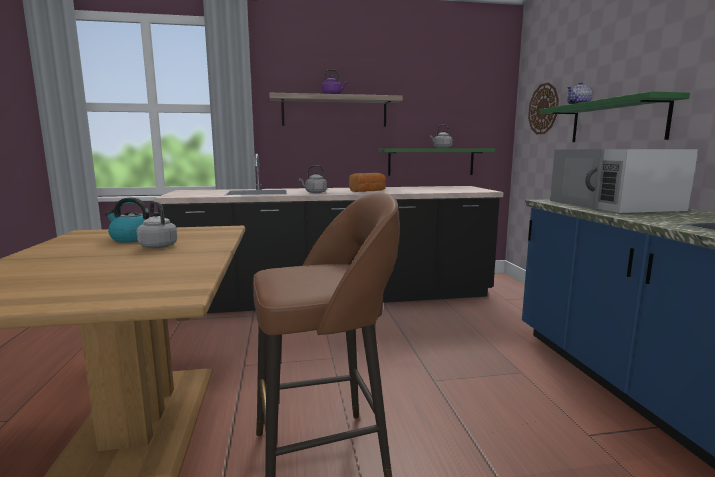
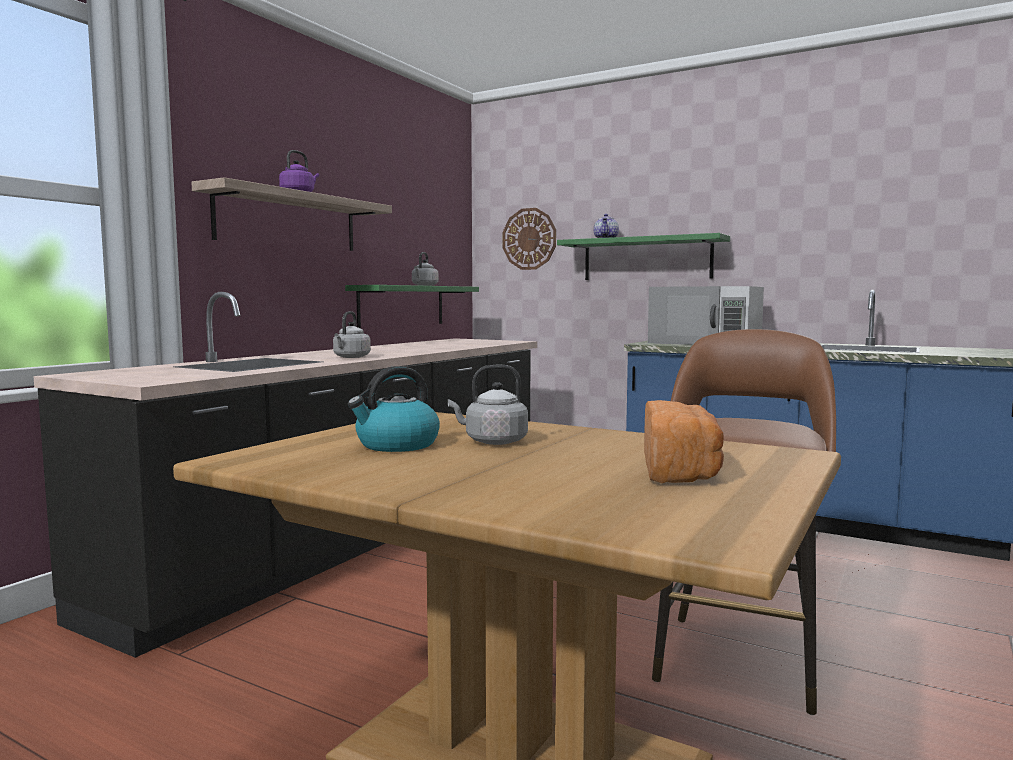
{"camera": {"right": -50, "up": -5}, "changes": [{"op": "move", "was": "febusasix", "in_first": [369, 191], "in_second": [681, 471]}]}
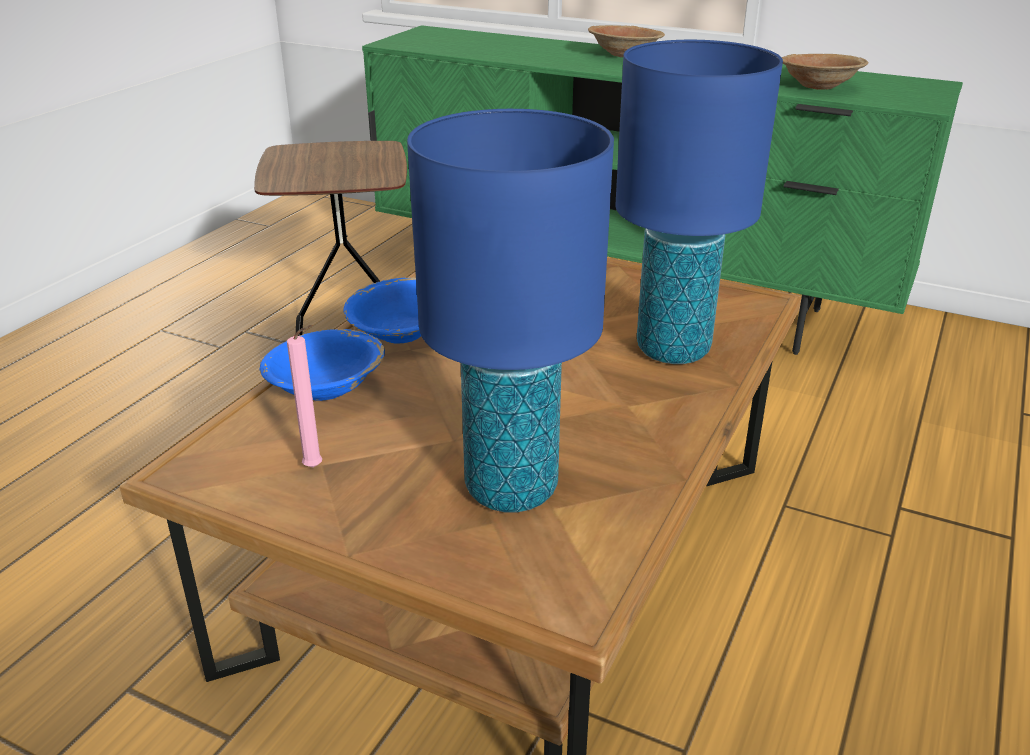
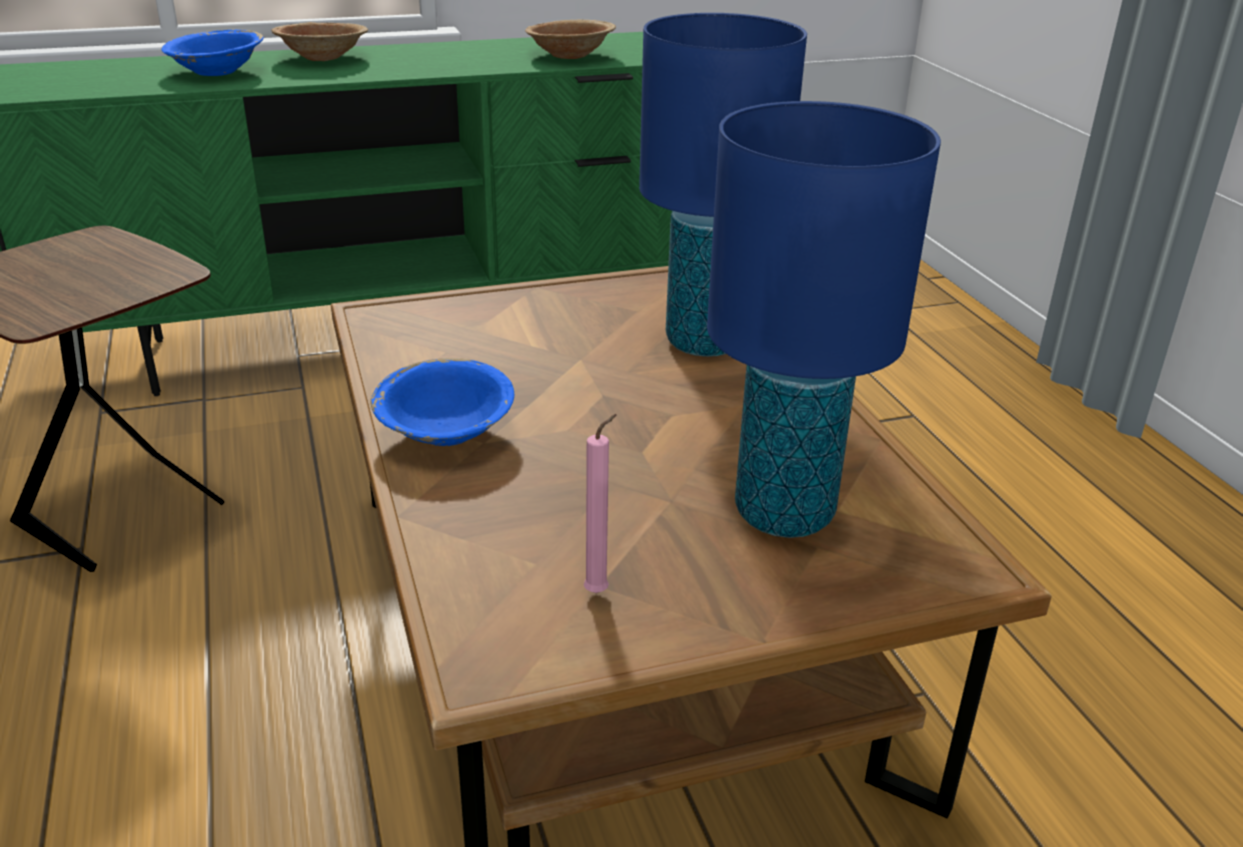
{"camera": {"right": -45, "up": 0}, "changes": [{"op": "move", "was": "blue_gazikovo", "in_first": [326, 389], "in_second": [217, 71]}]}
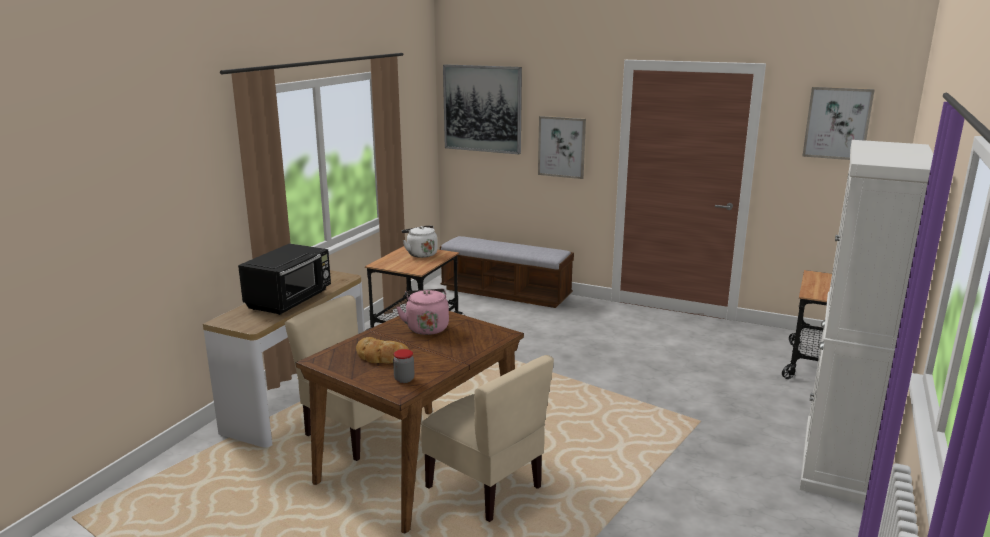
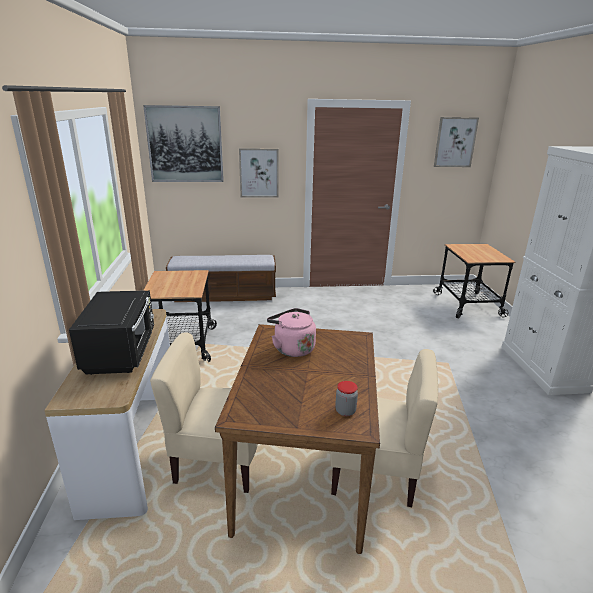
{"camera": {"right": -30, "up": 5}, "changes": [{"op": "delete", "was": "febusasix", "in_first": [381, 356]}, {"op": "delete", "was": "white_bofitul", "in_first": [420, 254]}]}
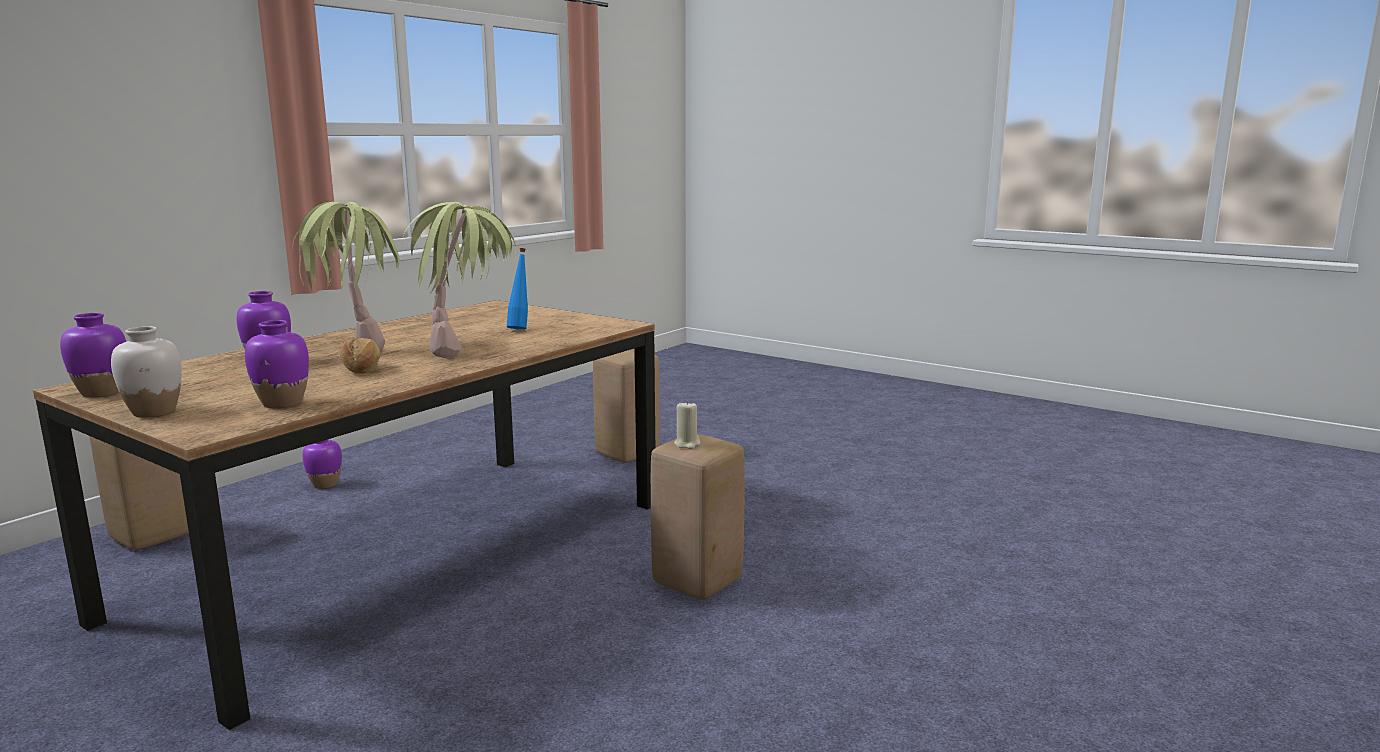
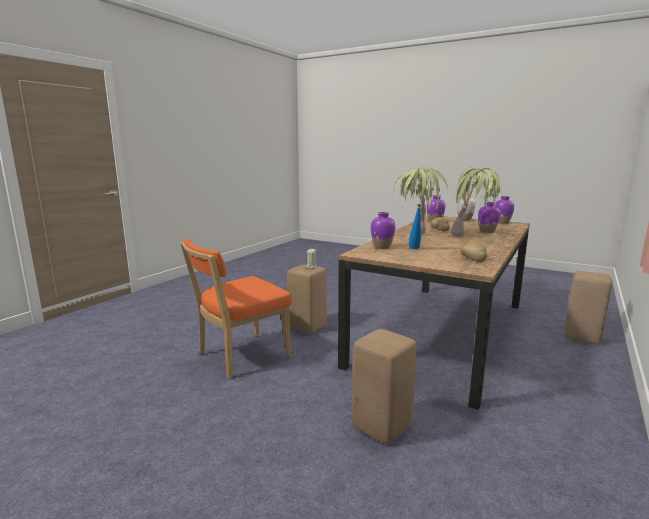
{"camera": {"right": 175, "up": 0}, "changes": [{"op": "insert", "now": "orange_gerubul", "in_second": [240, 356]}, {"op": "insert", "now": "febusasix", "in_second": [473, 258]}, {"op": "move", "was": "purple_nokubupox", "in_first": [325, 484], "in_second": [382, 247]}]}
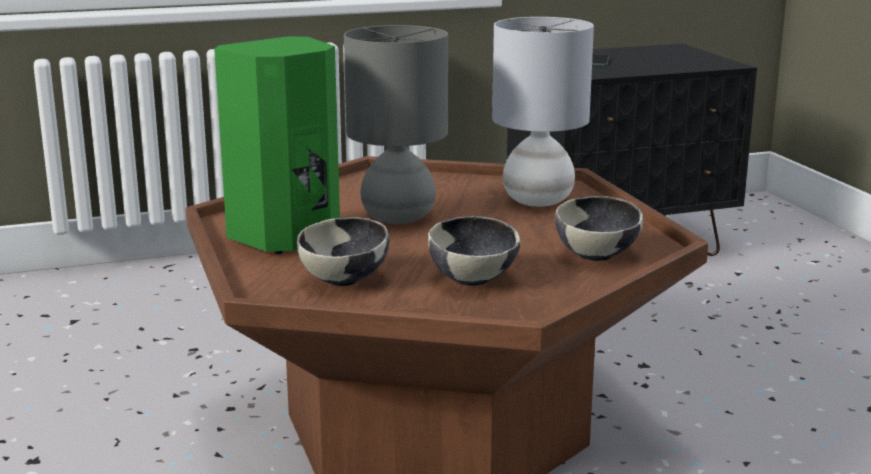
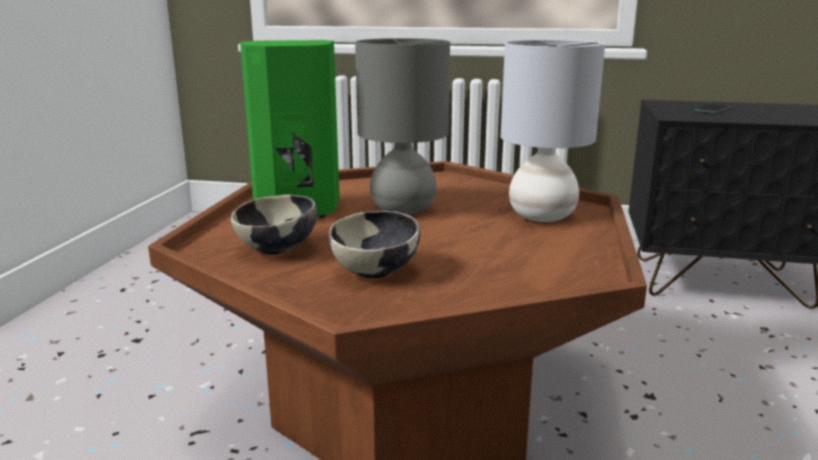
{"camera": {"right": 30, "up": 0}, "changes": [{"op": "delete", "was": "gazikovo", "in_first": [597, 255]}]}
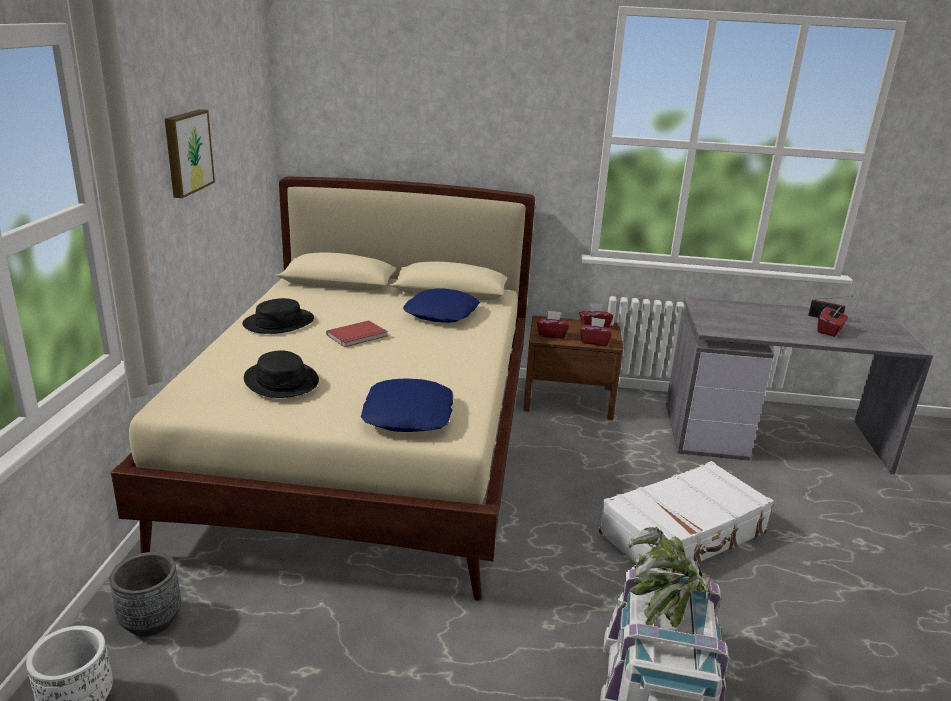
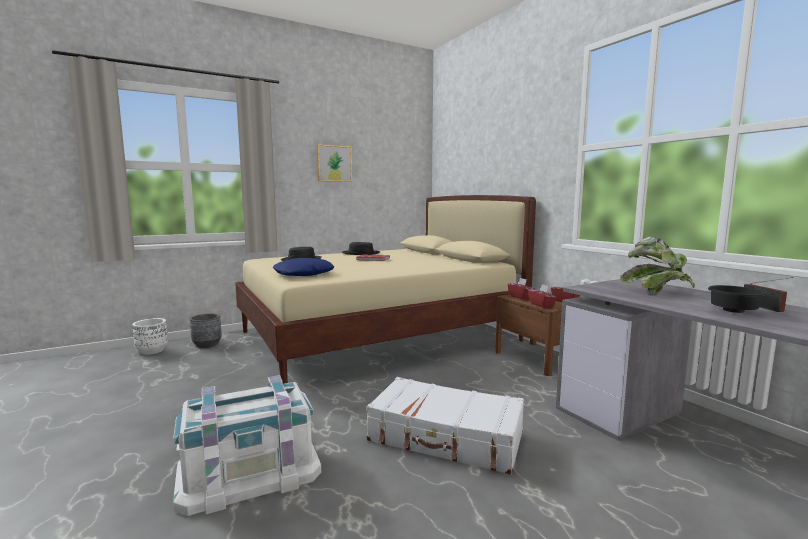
{"camera": {"right": 55, "up": -15}, "changes": [{"op": "delete", "was": "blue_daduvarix", "in_first": [442, 314]}, {"op": "move", "was": "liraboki", "in_first": [665, 607], "in_second": [657, 291]}, {"op": "replace", "was": "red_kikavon", "now": "black_gazikovo", "in_first": [830, 331], "in_second": [733, 311]}]}
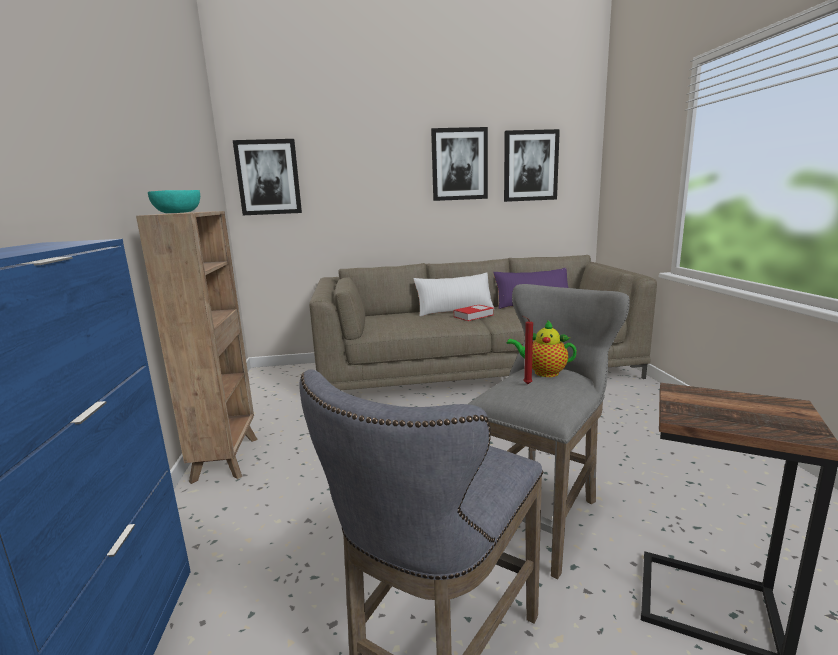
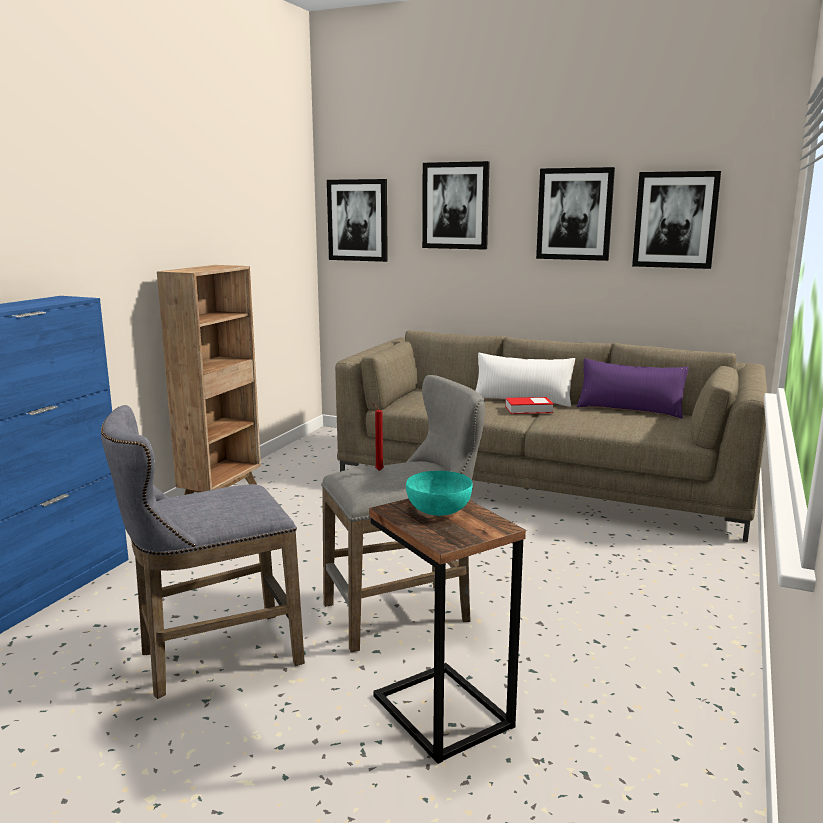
{"camera": {"right": 30, "up": 0}, "changes": [{"op": "delete", "was": "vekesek", "in_first": [543, 372]}, {"op": "insert", "now": "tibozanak", "in_second": [455, 205]}, {"op": "move", "was": "turquoise_gazikovo", "in_first": [178, 213], "in_second": [439, 510]}]}
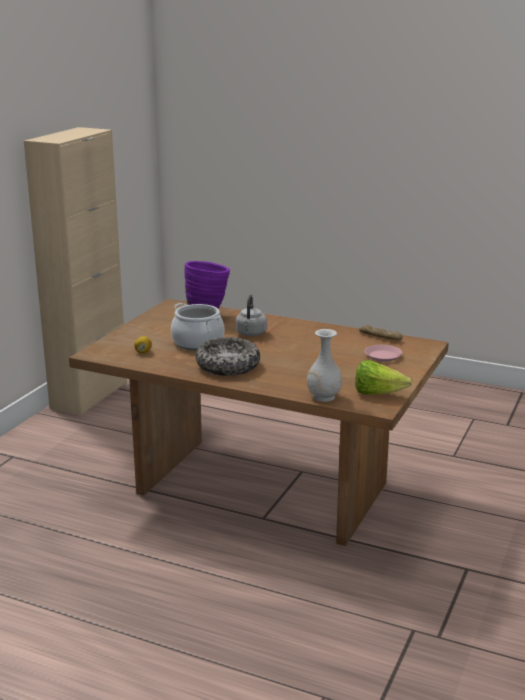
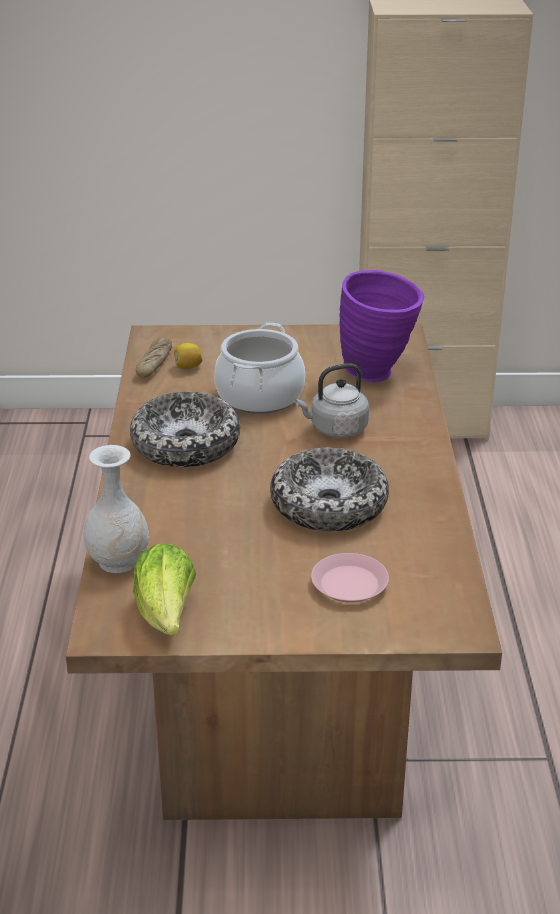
{"camera": {"right": 65, "up": 10}, "changes": [{"op": "insert", "now": "gazikovo", "in_second": [328, 505]}, {"op": "move", "was": "febusasix", "in_first": [380, 337], "in_second": [154, 363]}]}
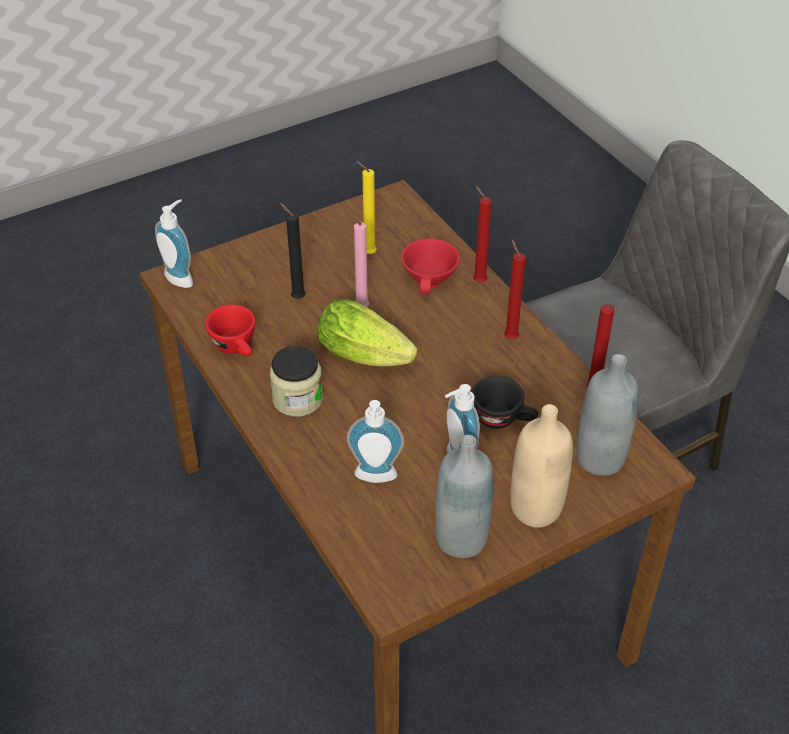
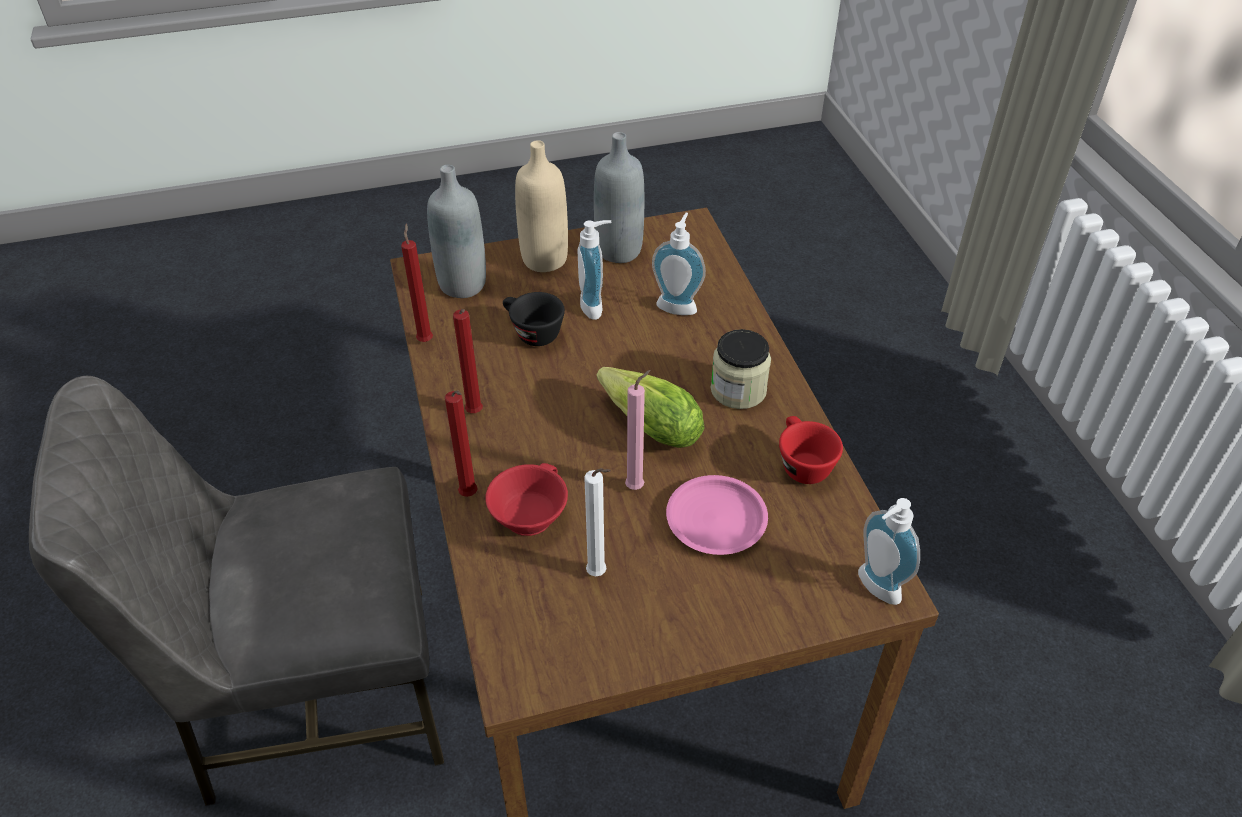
{"camera": {"right": -165, "up": 0}, "changes": [{"op": "replace", "was": "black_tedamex", "now": "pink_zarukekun", "in_first": [296, 297], "in_second": [716, 520]}, {"op": "recolor", "was": "yellow_tedamex", "now": "white_tedamex", "in_first": [367, 253], "in_second": [599, 574]}]}
